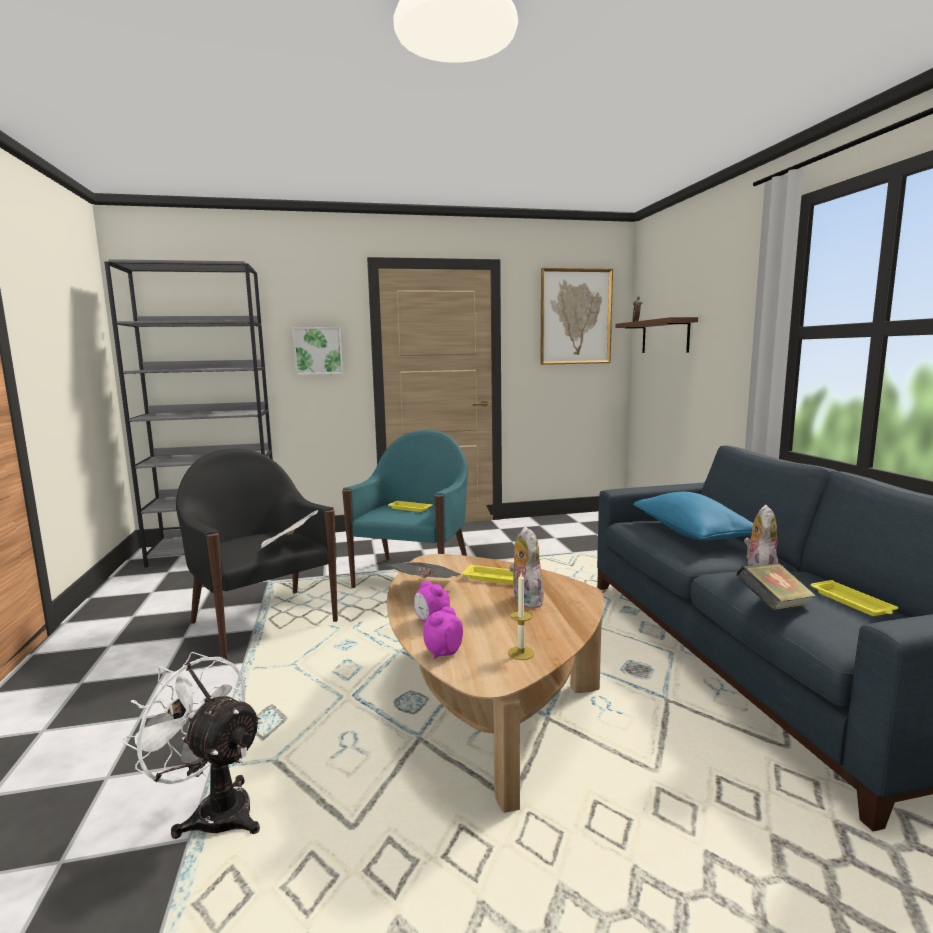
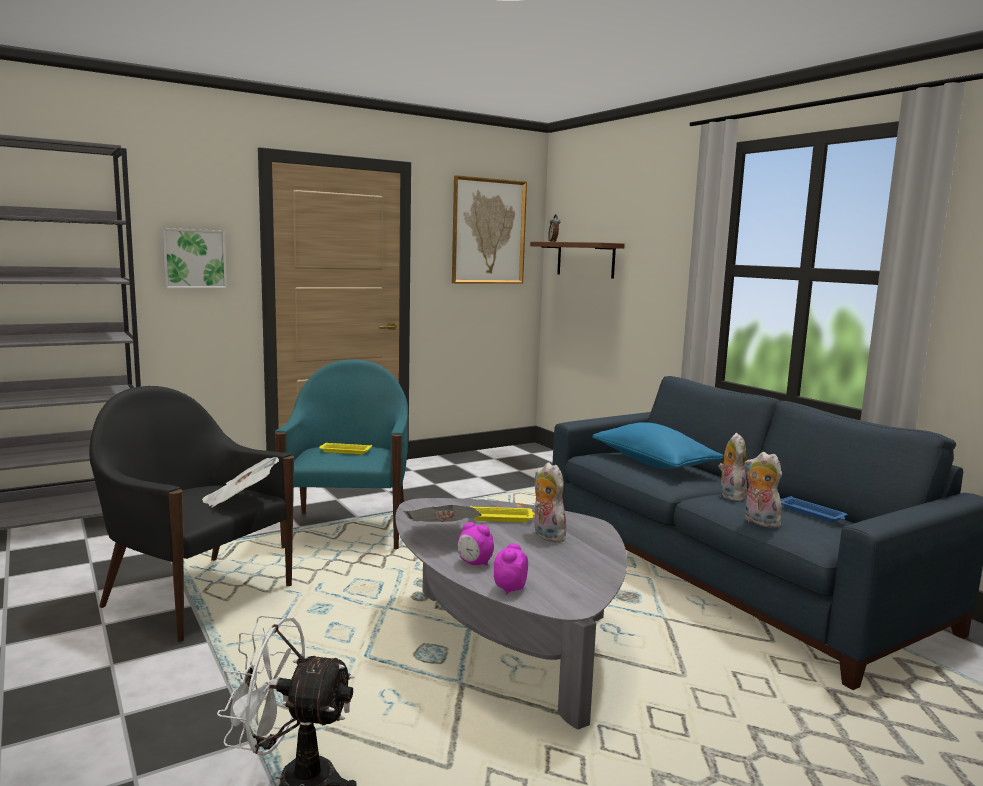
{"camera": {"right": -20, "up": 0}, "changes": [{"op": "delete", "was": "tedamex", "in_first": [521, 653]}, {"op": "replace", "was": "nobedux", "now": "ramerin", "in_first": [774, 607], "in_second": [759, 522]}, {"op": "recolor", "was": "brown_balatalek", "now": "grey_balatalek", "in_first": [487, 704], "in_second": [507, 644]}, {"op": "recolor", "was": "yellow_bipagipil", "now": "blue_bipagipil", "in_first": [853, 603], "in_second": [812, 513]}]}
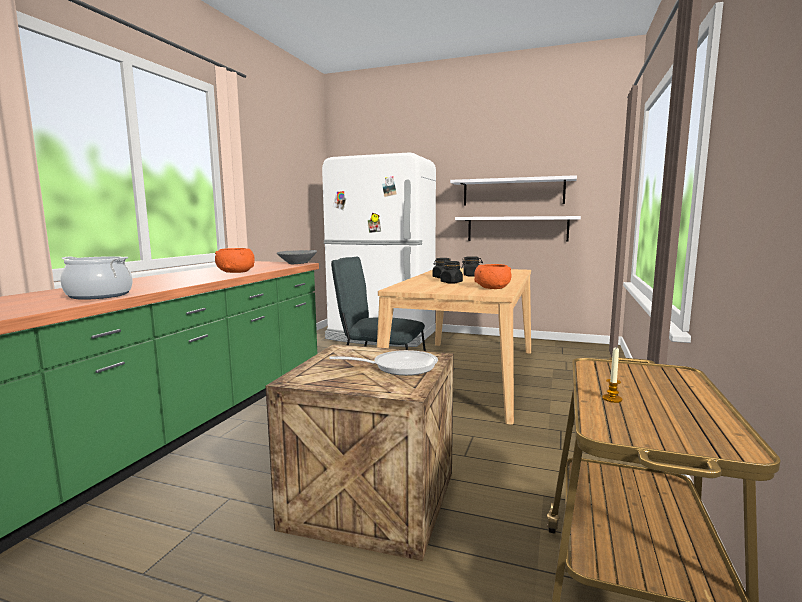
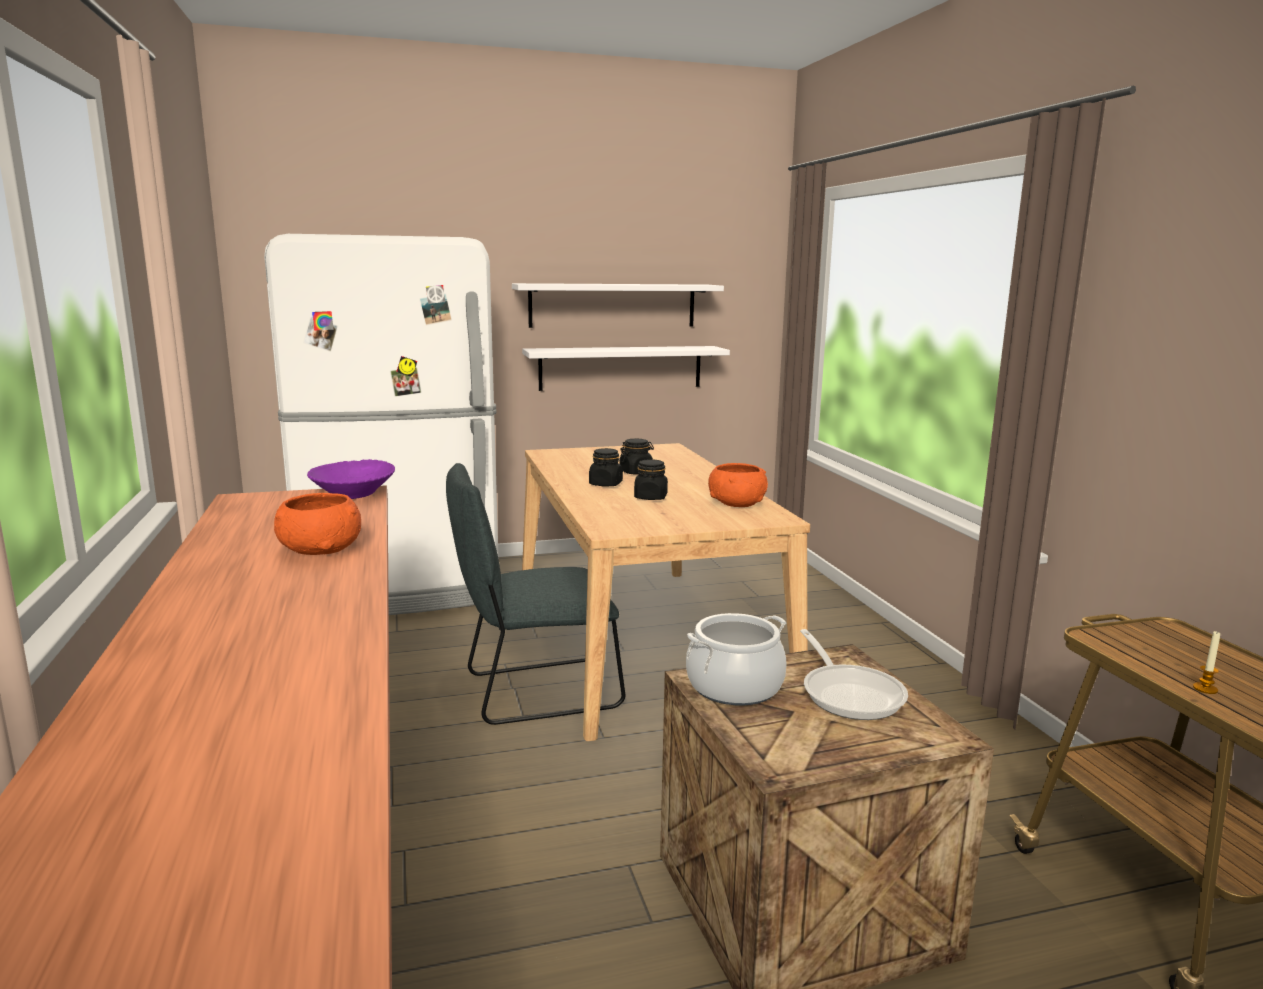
{"camera": {"right": -35, "up": 5}, "changes": [{"op": "move", "was": "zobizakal", "in_first": [99, 295], "in_second": [734, 686]}, {"op": "recolor", "was": "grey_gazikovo", "now": "purple_gazikovo", "in_first": [297, 263], "in_second": [353, 494]}, {"op": "rotate", "was": "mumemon", "in_first": [398, 367], "in_second": [849, 693], "clockwise": 120}]}
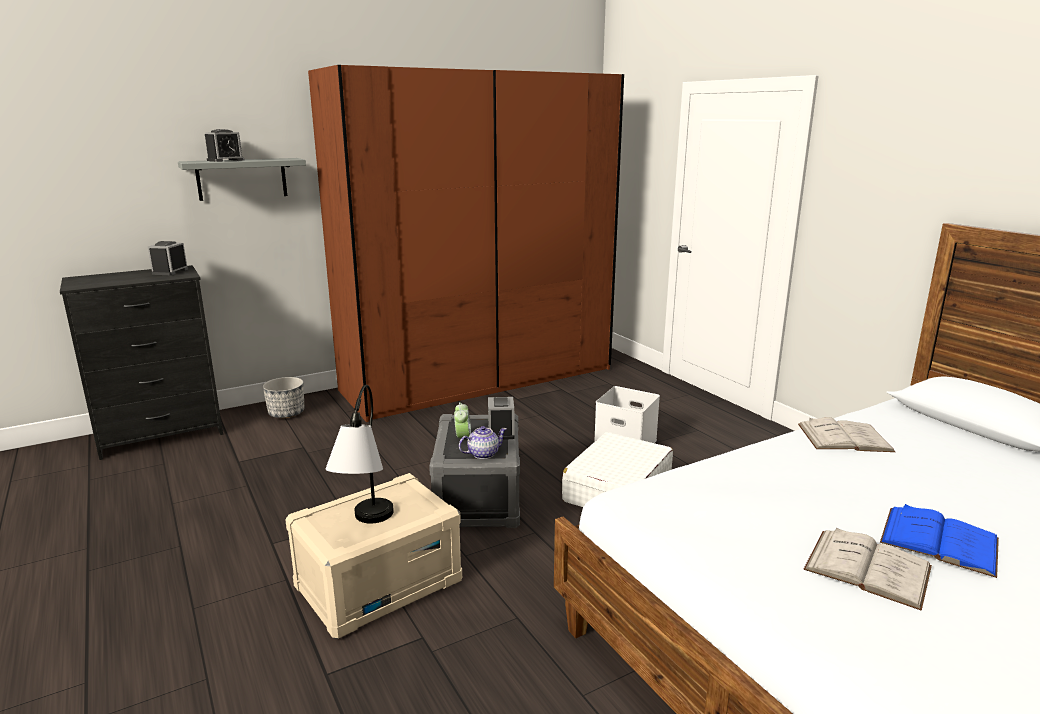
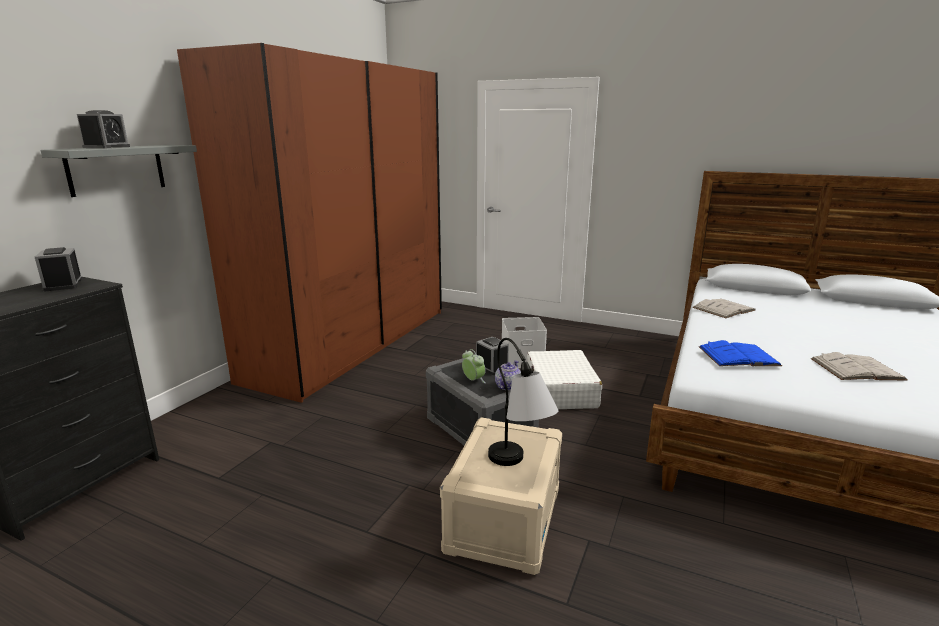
{"camera": {"right": -35, "up": 0}, "changes": [{"op": "delete", "was": "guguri", "in_first": [287, 413]}, {"op": "move", "was": "blue_nobedux", "in_first": [939, 540], "in_second": [738, 356]}]}
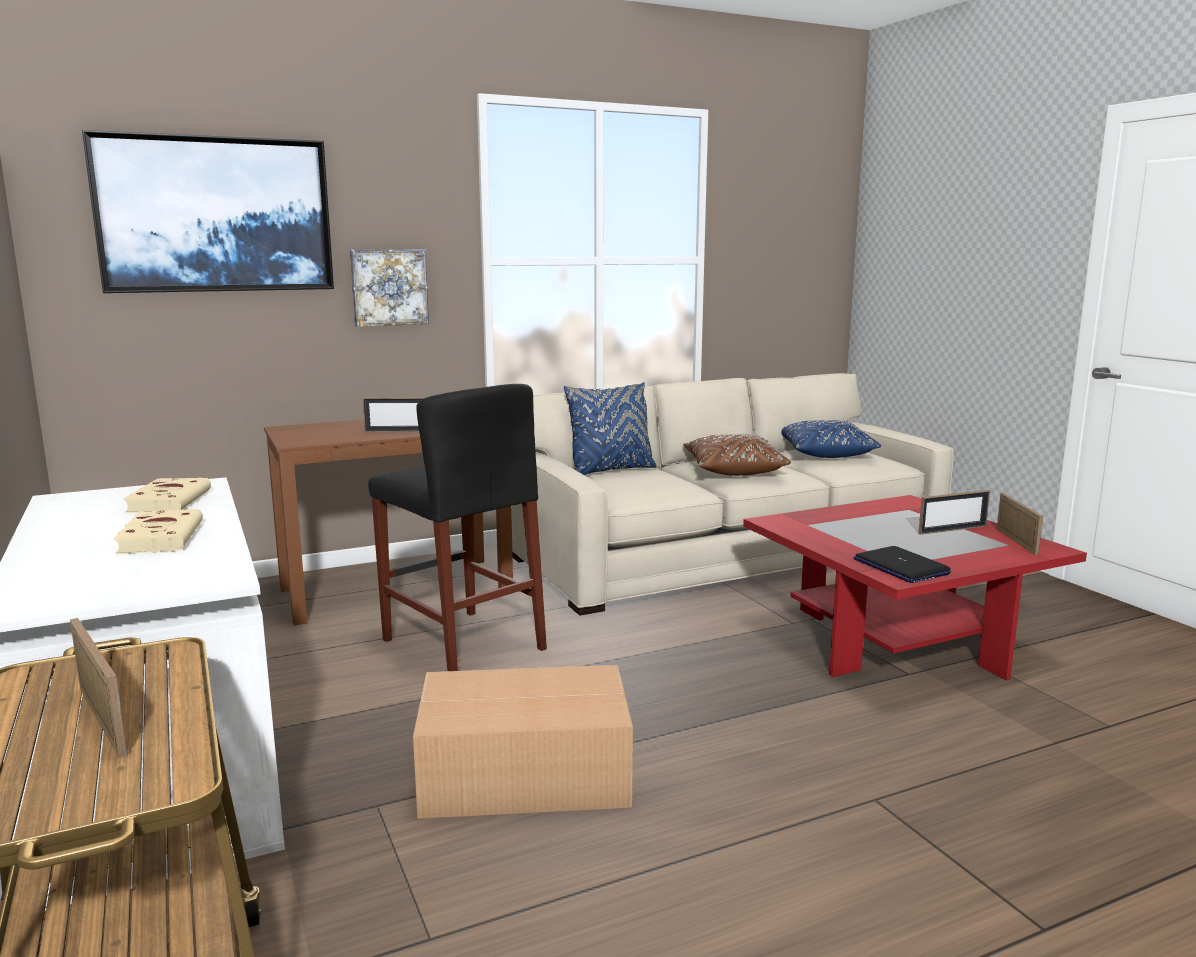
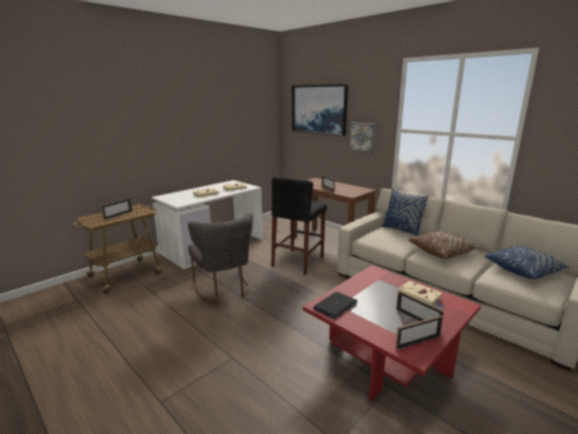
{"camera": {"right": 70, "up": 5}, "changes": [{"op": "insert", "now": "beige_nobedux", "in_second": [420, 296]}, {"op": "replace", "was": "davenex", "now": "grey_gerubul", "in_first": [528, 775], "in_second": [224, 290]}]}
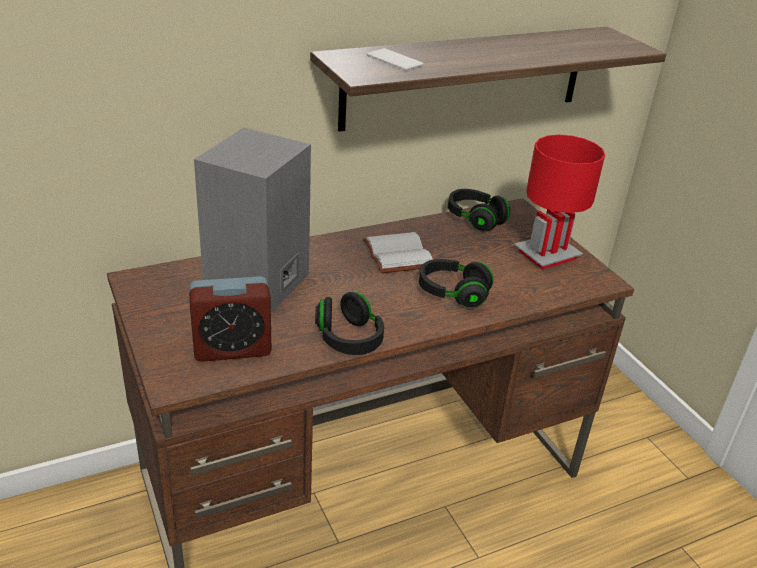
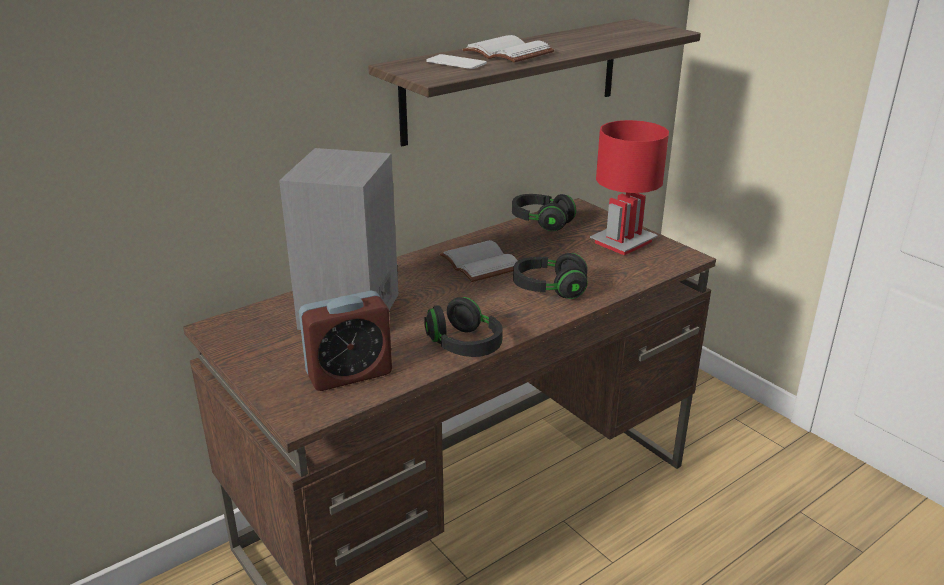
{"camera": {"right": -10, "up": -5}, "changes": [{"op": "insert", "now": "white_nobedux", "in_second": [510, 53]}]}
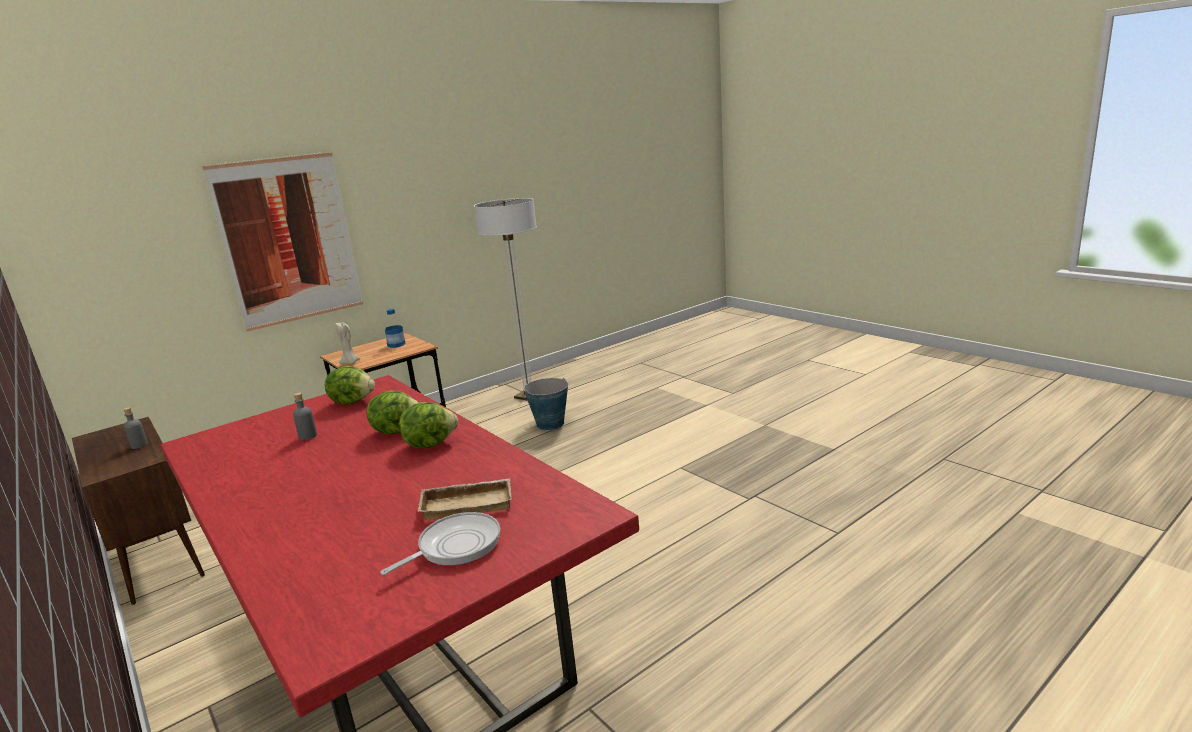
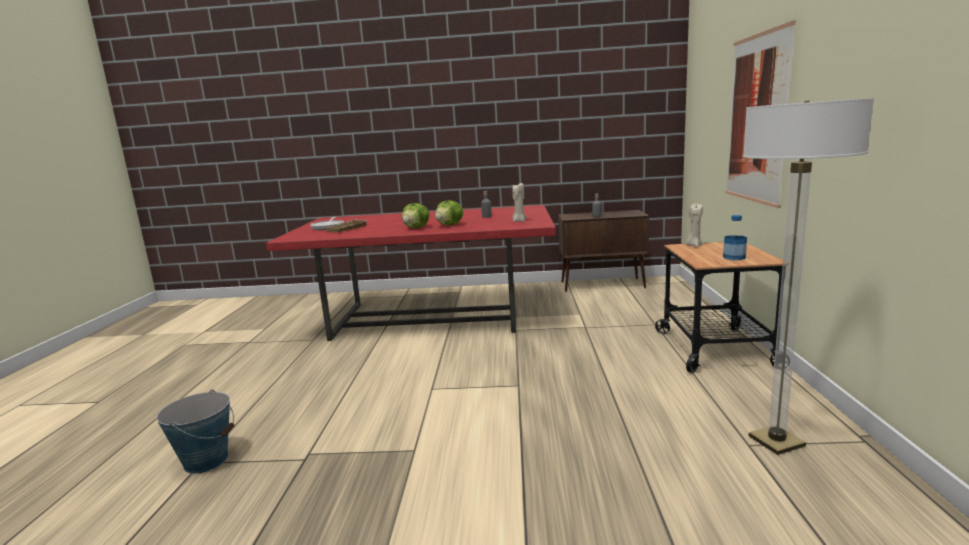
{"camera": {"right": 130, "up": -5}, "changes": [{"op": "move", "was": "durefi", "in_first": [550, 424], "in_second": [206, 460]}, {"op": "replace", "was": "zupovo", "now": "beige_tedamex", "in_first": [353, 401], "in_second": [519, 221]}]}
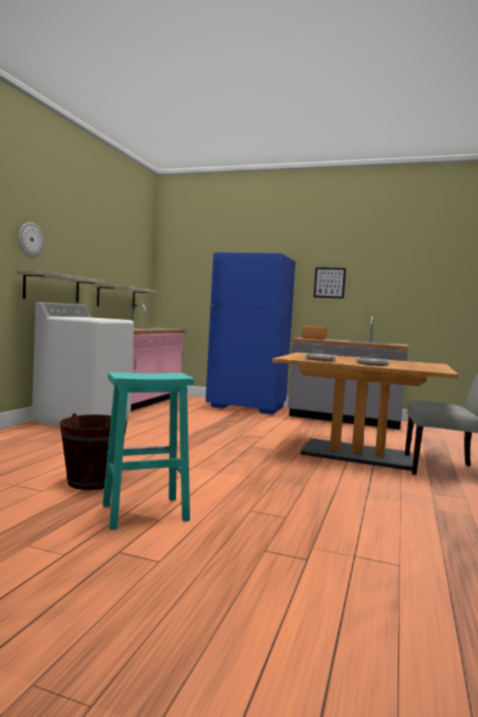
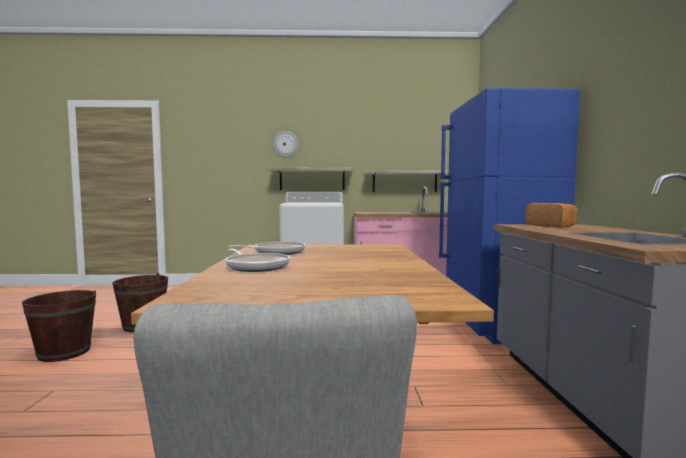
{"camera": {"right": 70, "up": 0}, "changes": [{"op": "delete", "was": "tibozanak", "in_first": [329, 282]}, {"op": "replace", "was": "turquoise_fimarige", "now": "brown_durefi", "in_first": [143, 513], "in_second": [64, 352]}]}
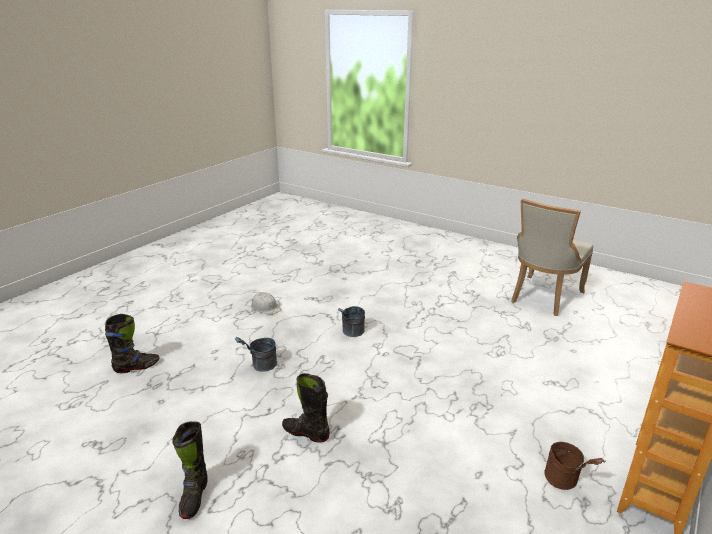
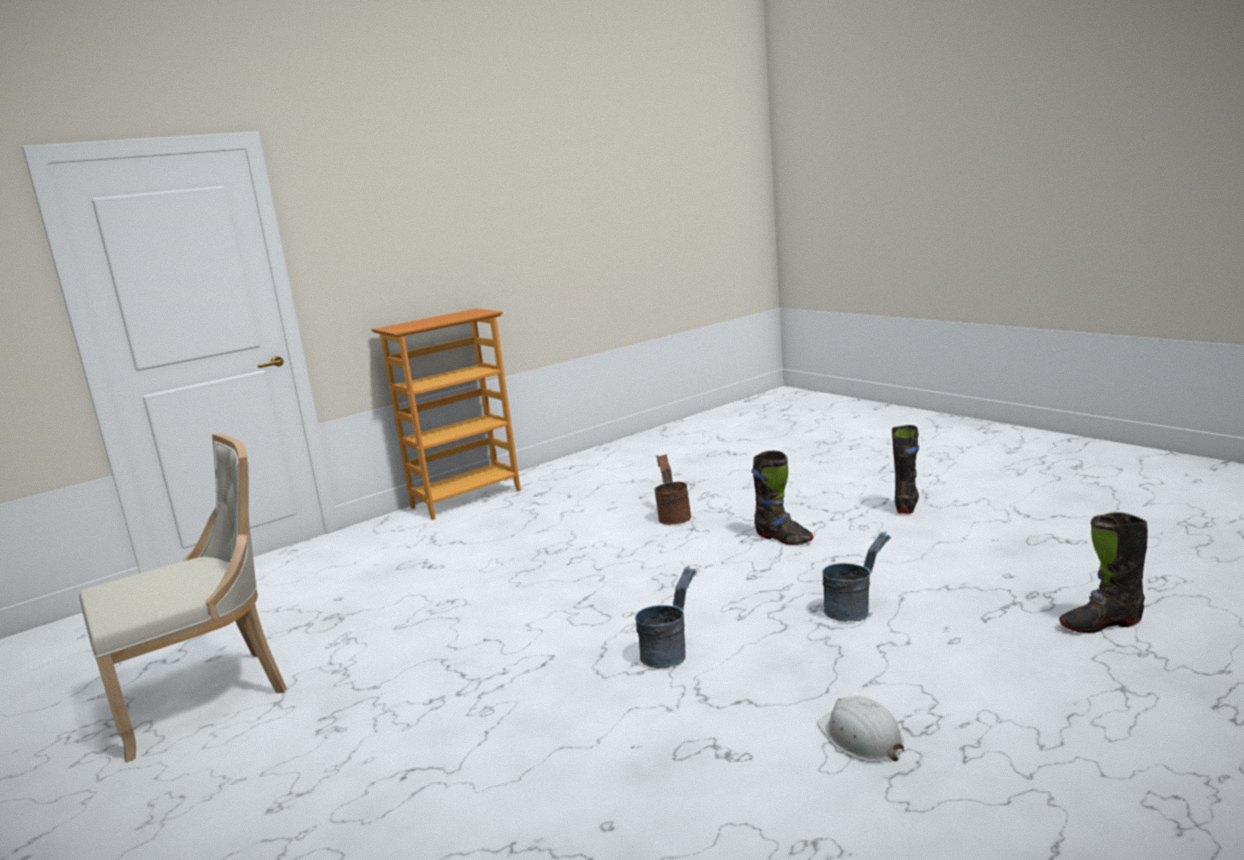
{"camera": {"right": -160, "up": -10}, "changes": [{"op": "move", "was": "brown_durefi", "in_first": [565, 481], "in_second": [673, 517]}]}
